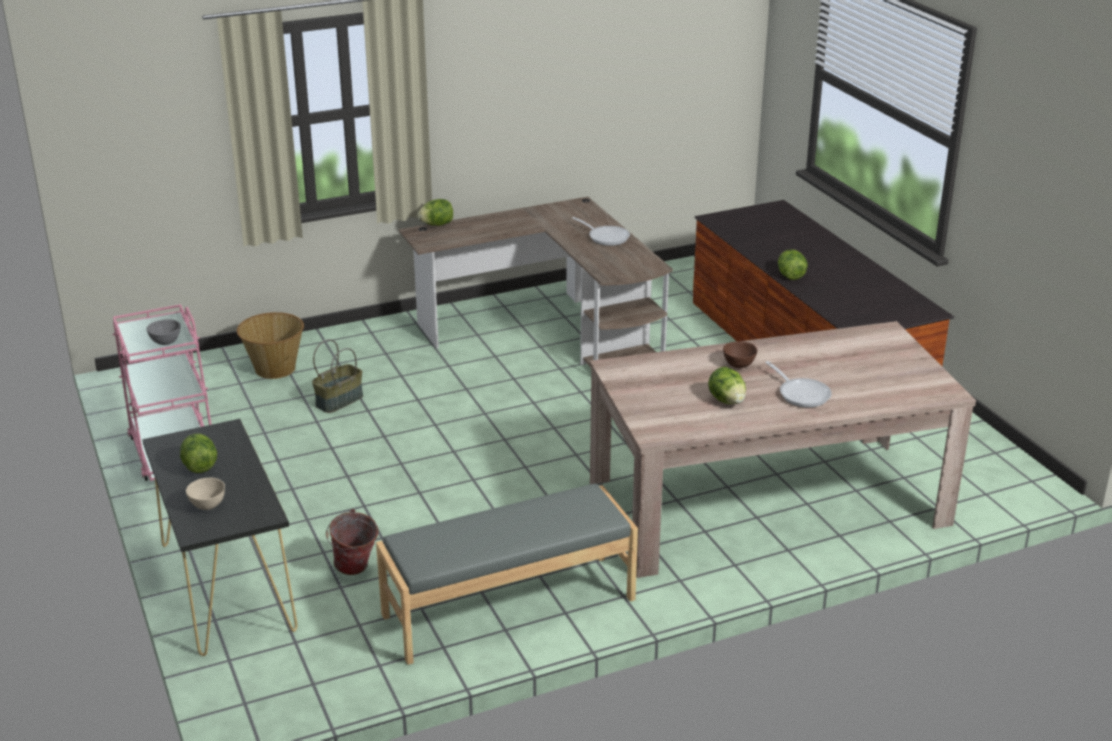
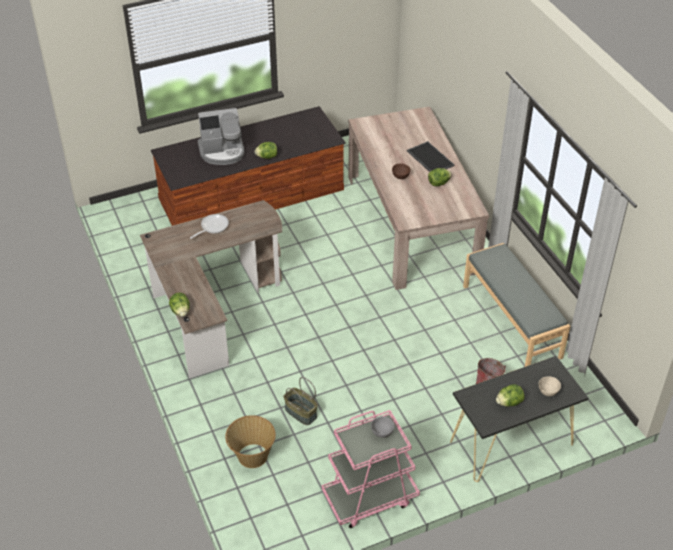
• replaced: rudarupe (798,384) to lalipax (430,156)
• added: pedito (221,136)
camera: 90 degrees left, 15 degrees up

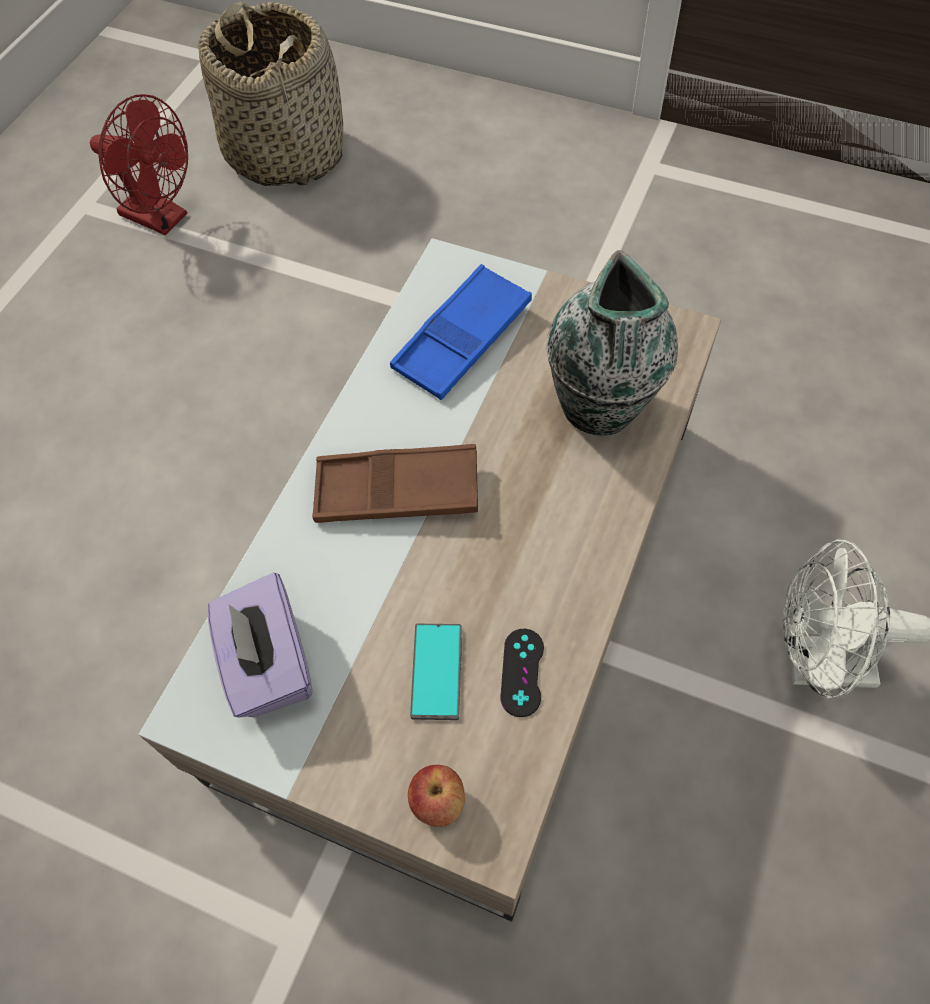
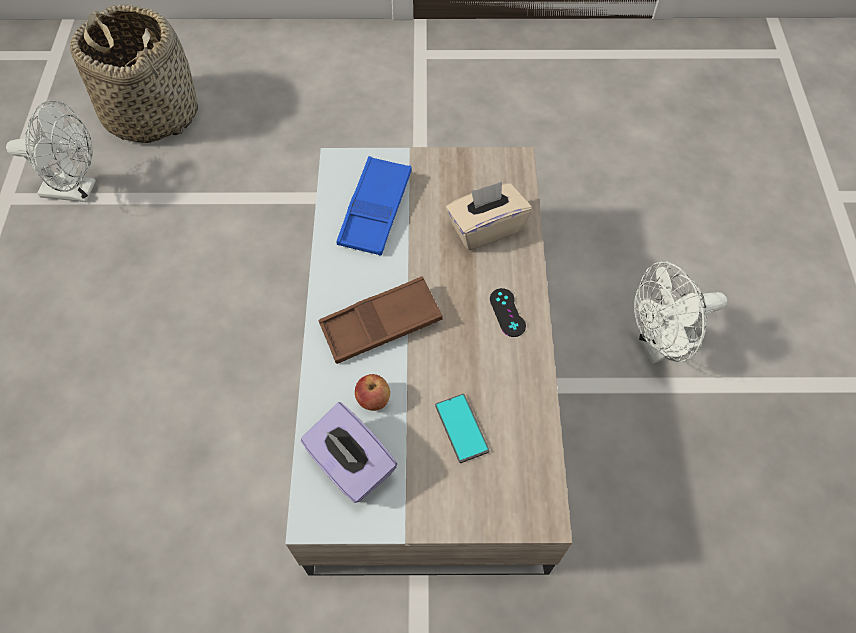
• recoloured: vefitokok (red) (139,165) to vefitokok (white) (51,151)
• replaced: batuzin (612,343) to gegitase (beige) (489,216)
• moved: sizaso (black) (522,673) to (508,312)
• moved: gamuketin (436,796) to (372,392)
camera: 25 degrees left, 0 degrees up

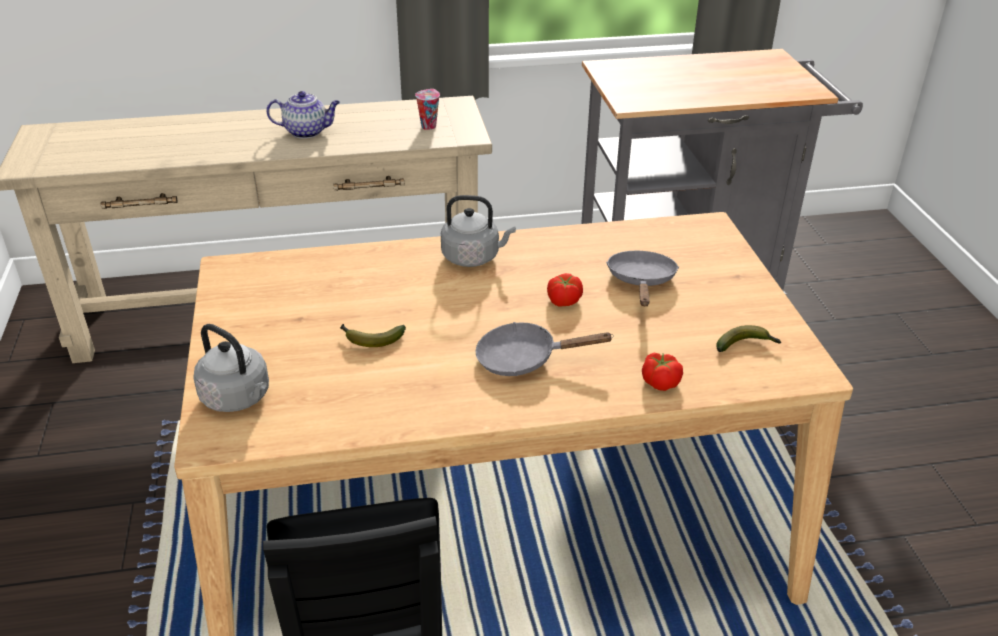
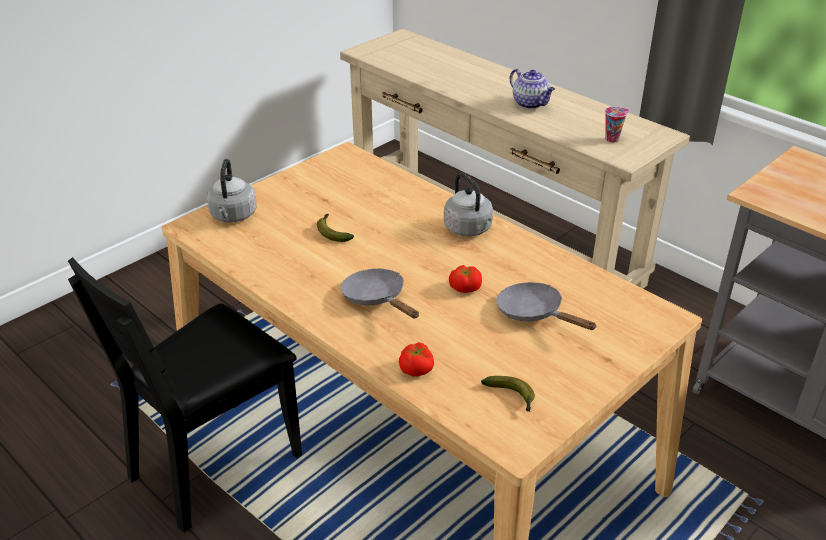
• turned: rudarupe (grey) (642,278) = (546,306) 105 degrees counterclockwise
camera: 55 degrees right, 0 degrees up

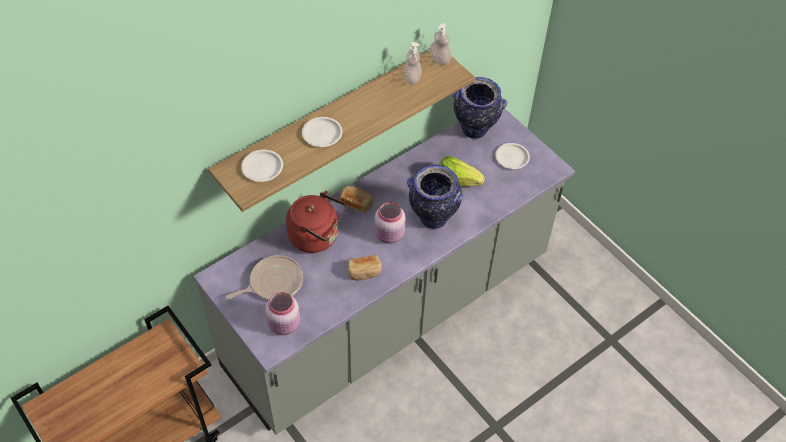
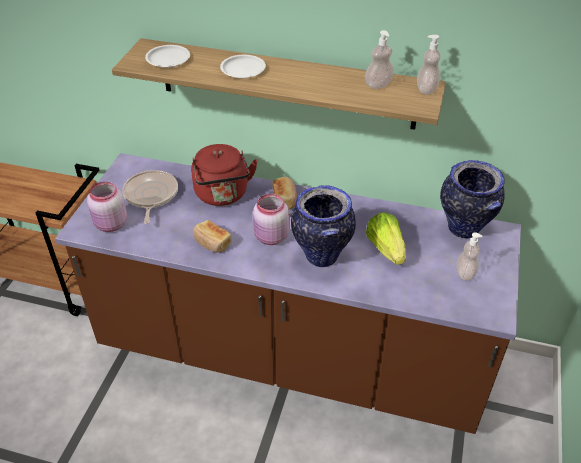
• recoloured: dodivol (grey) (384,272) to dodivol (brown) (288,293)
• replaced: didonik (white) (512,156) to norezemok (469,256)
• turned: rudarupe (264,277) = (150,197) 120 degrees counterclockwise
camera: 55 degrees right, 10 degrees down

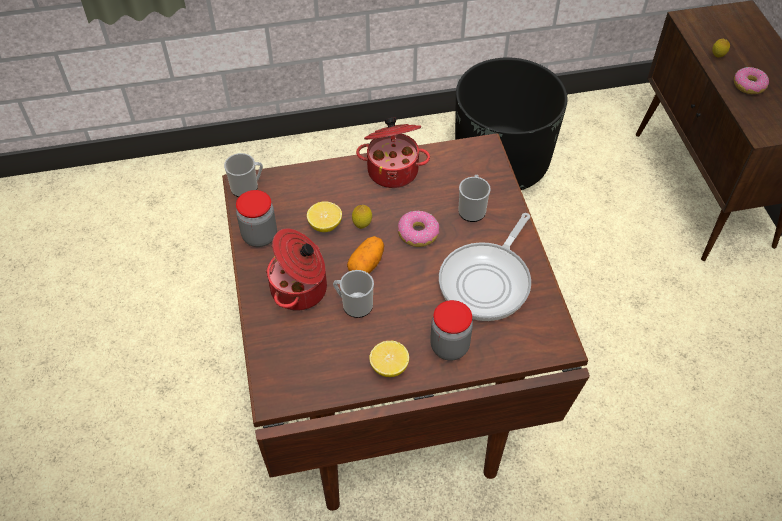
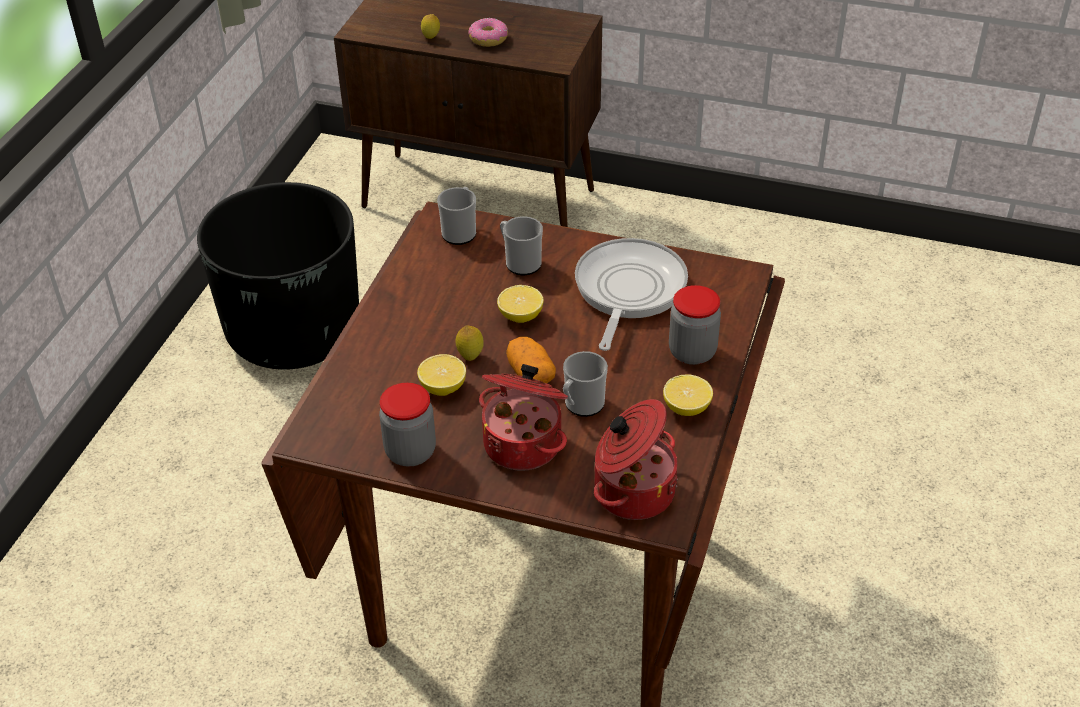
• moved: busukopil (393,152) to (636,459)
• moved: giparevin (243,175) to (456,216)
• replaced: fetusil (418,229) to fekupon (520,304)
• turned: rudarupe (485,267) = (631,294) 135 degrees counterclockwise
camera: 60 degrees left, 10 degrees down

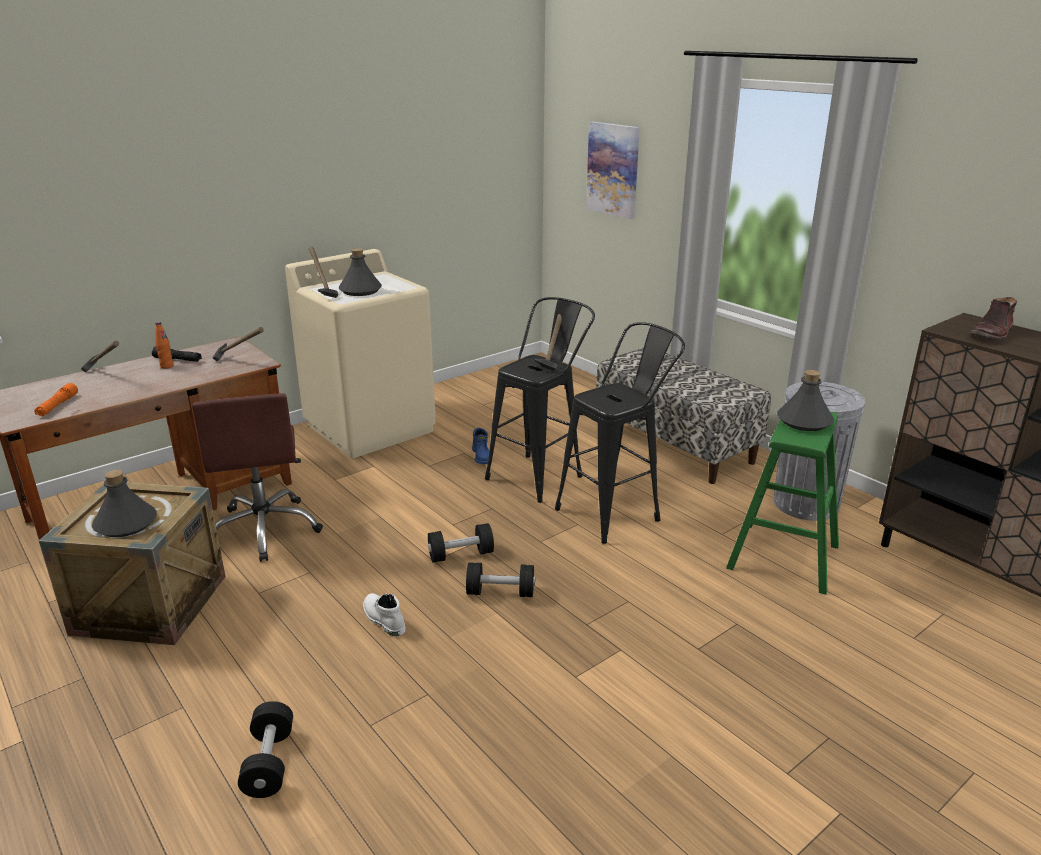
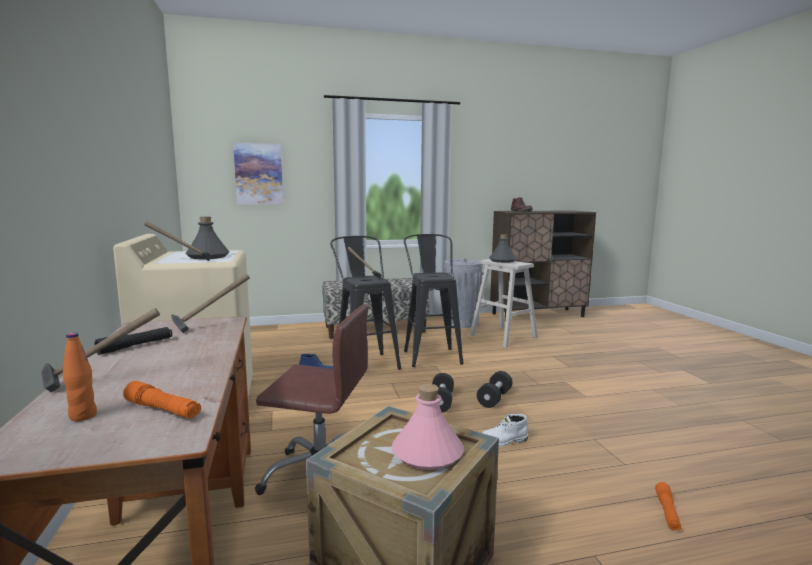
• moved: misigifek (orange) (164,345) to (80,377)
• recoloured: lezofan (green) (782,503) to lezofan (beige) (503,303)
• recoloured: misigifek (grey) (124,503) to misigifek (pink) (427,427)
• replaced: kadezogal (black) (265,749) to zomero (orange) (668,506)
camera: 65 degrees left, 15 degrees down

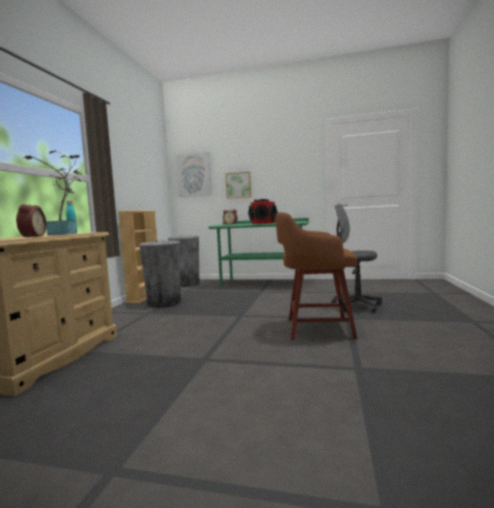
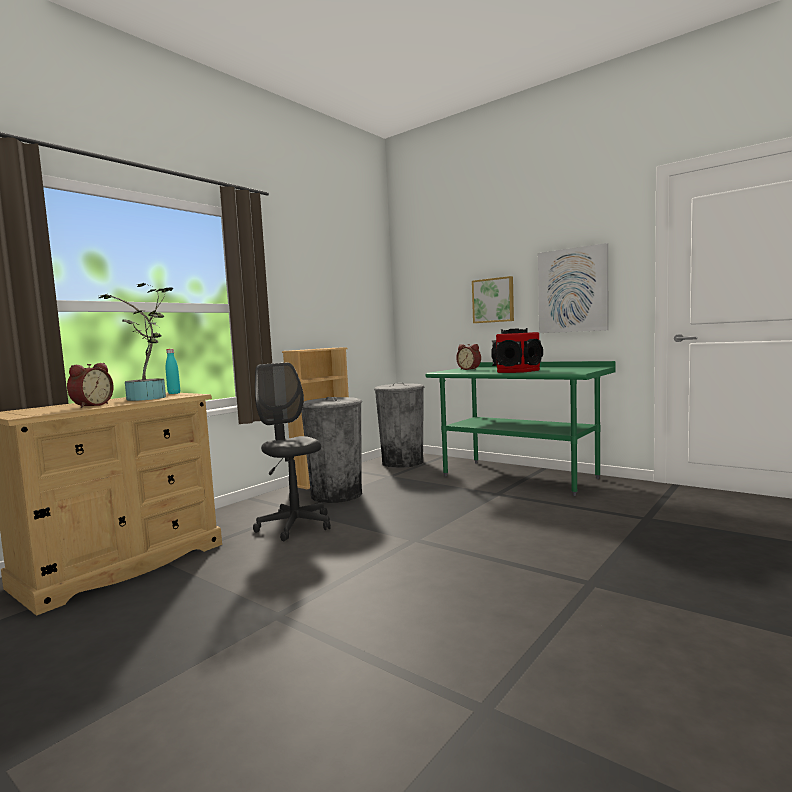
• moved: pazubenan (194,174) to (573,288)
• moved: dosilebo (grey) (356,259) to (292,452)
• removed: lezofan (brown) (316,276)
camera: 25 degrees right, 0 degrees up

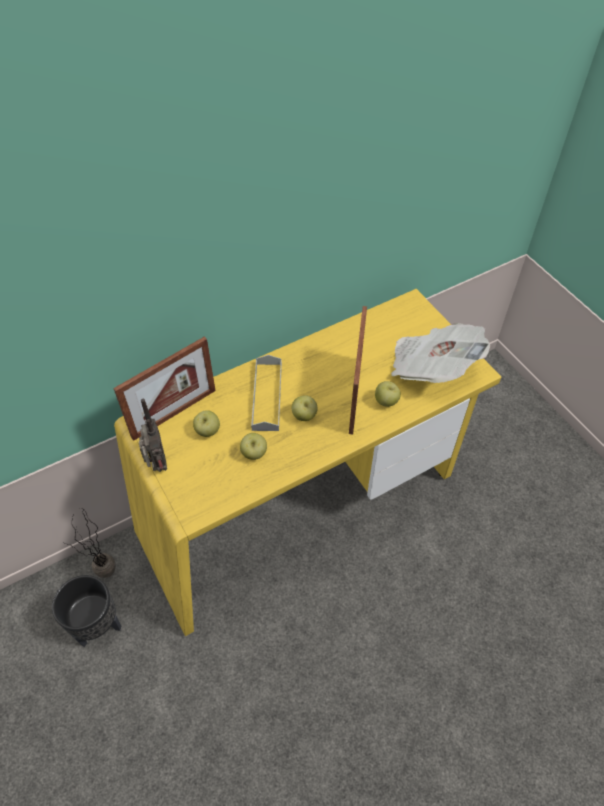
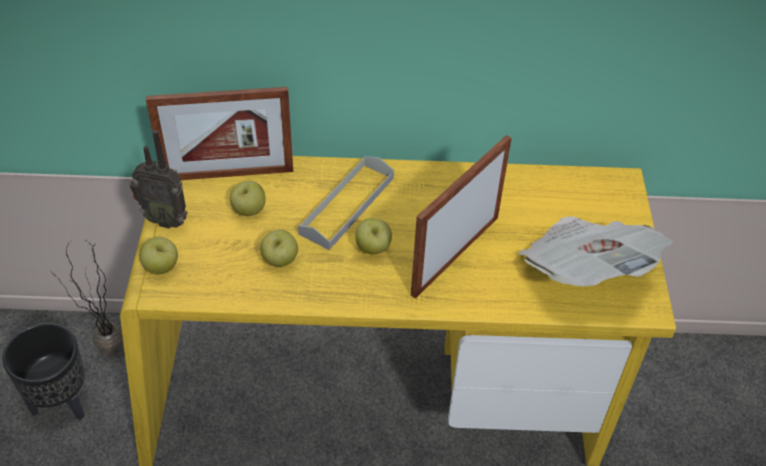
• moved: gamuketin (388,394) to (158,255)
• turned: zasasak (153,435) = (159,179) 90 degrees clockwise
camera: 30 degrees right, 5 degrees down

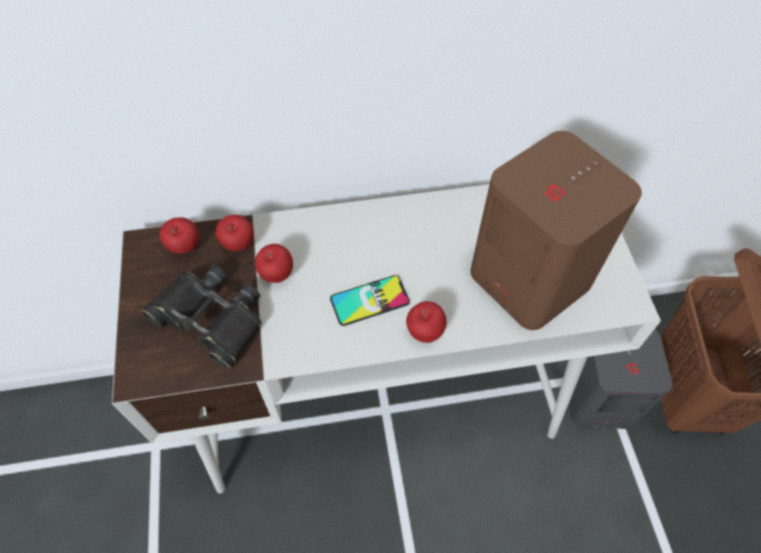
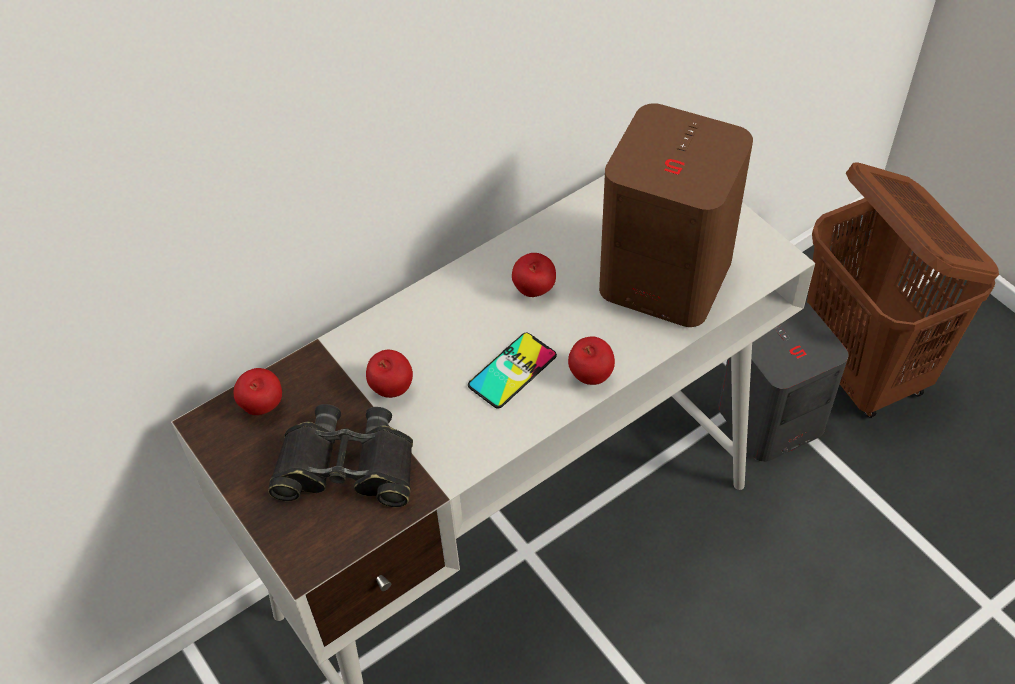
• moved: gamuketin (234,233) to (534,275)
camera: 25 degrees left, 5 degrees down

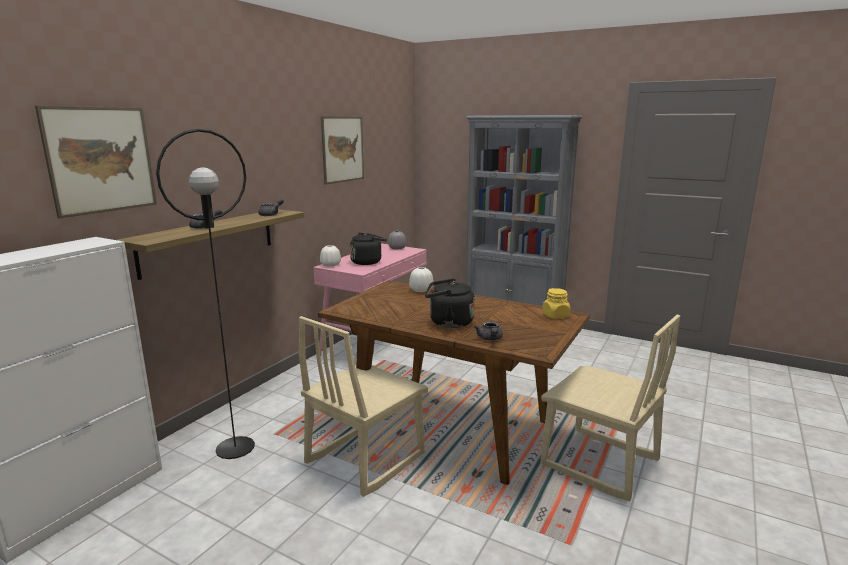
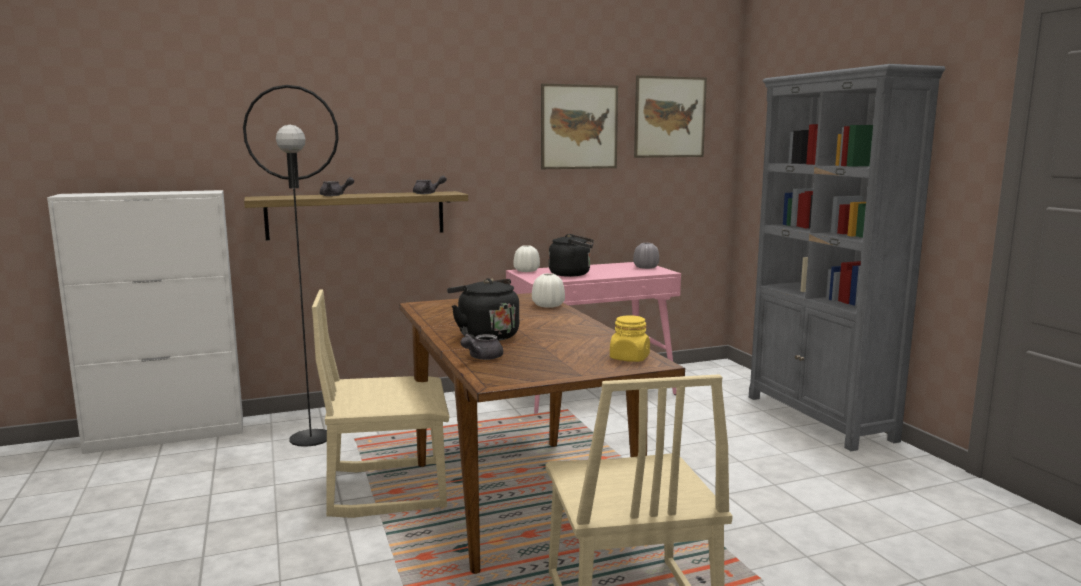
• moved: pazubenan (96,162) to (670,116)
camera: 40 degrees right, 5 degrees down

